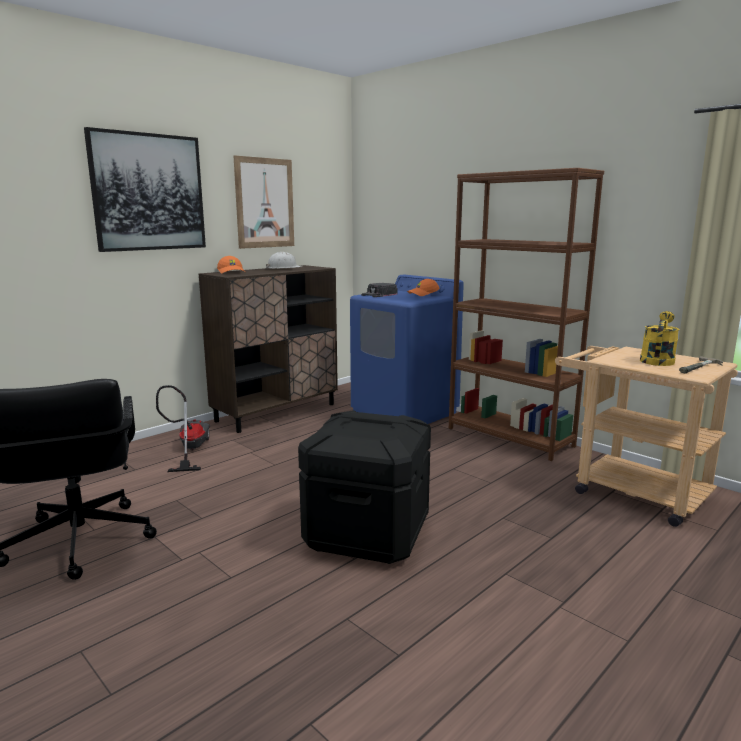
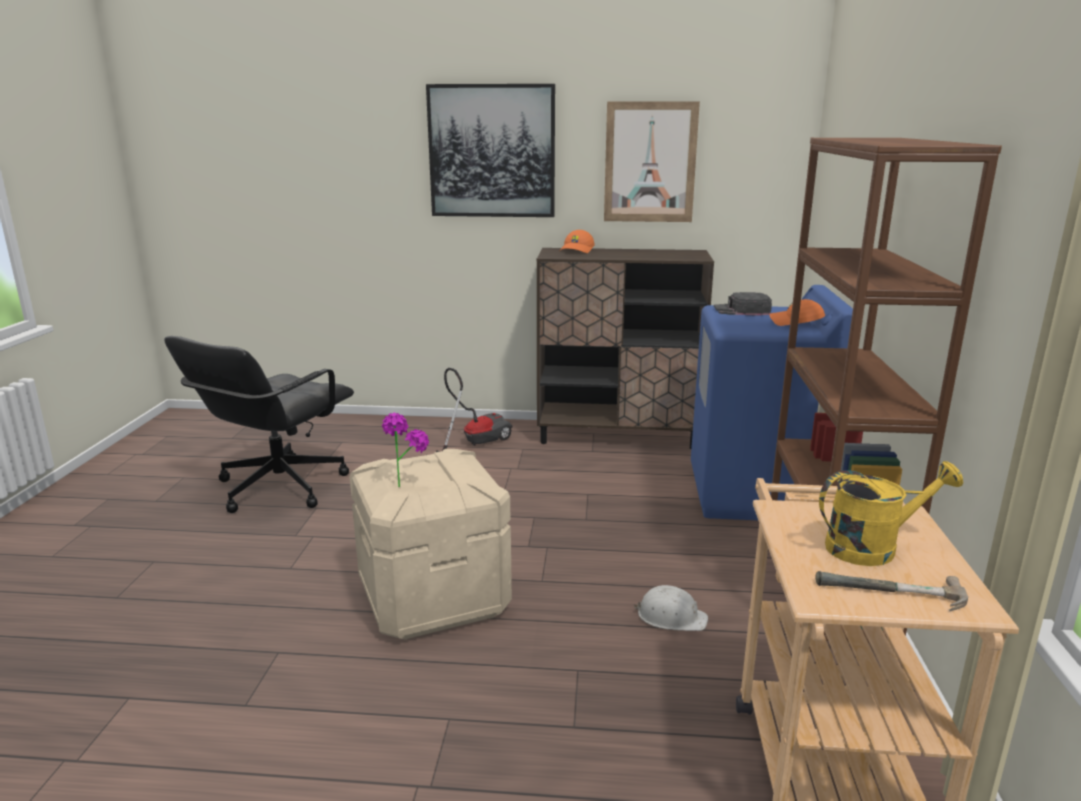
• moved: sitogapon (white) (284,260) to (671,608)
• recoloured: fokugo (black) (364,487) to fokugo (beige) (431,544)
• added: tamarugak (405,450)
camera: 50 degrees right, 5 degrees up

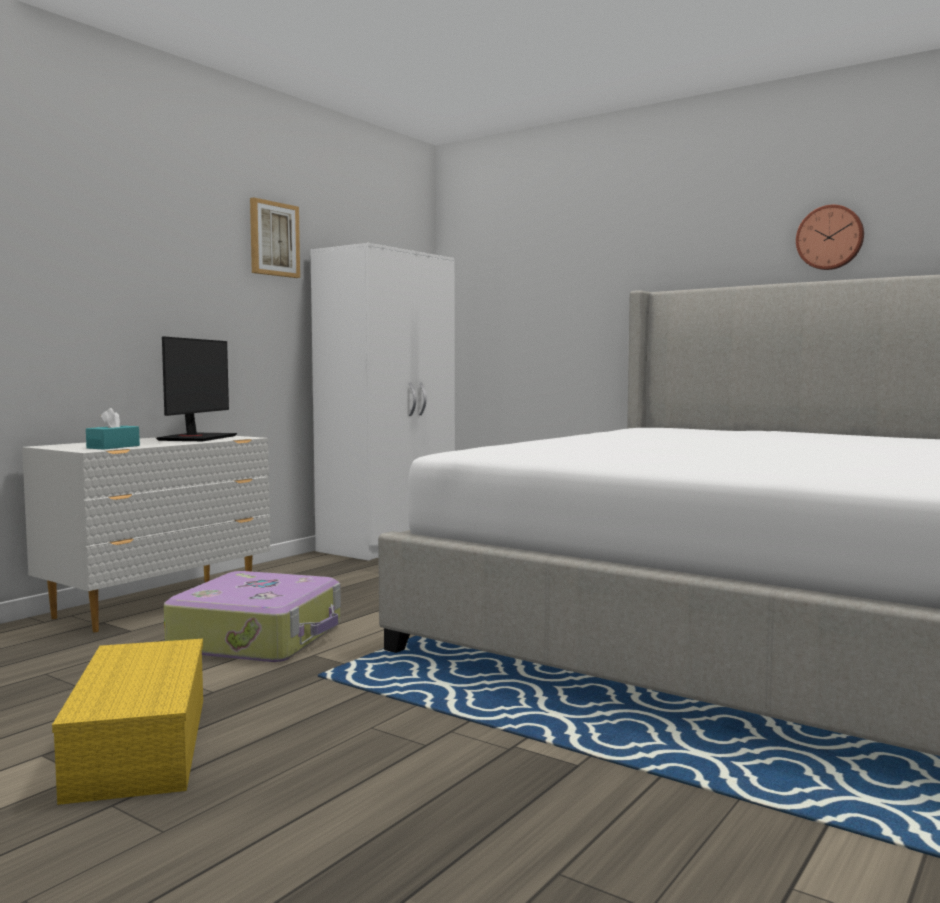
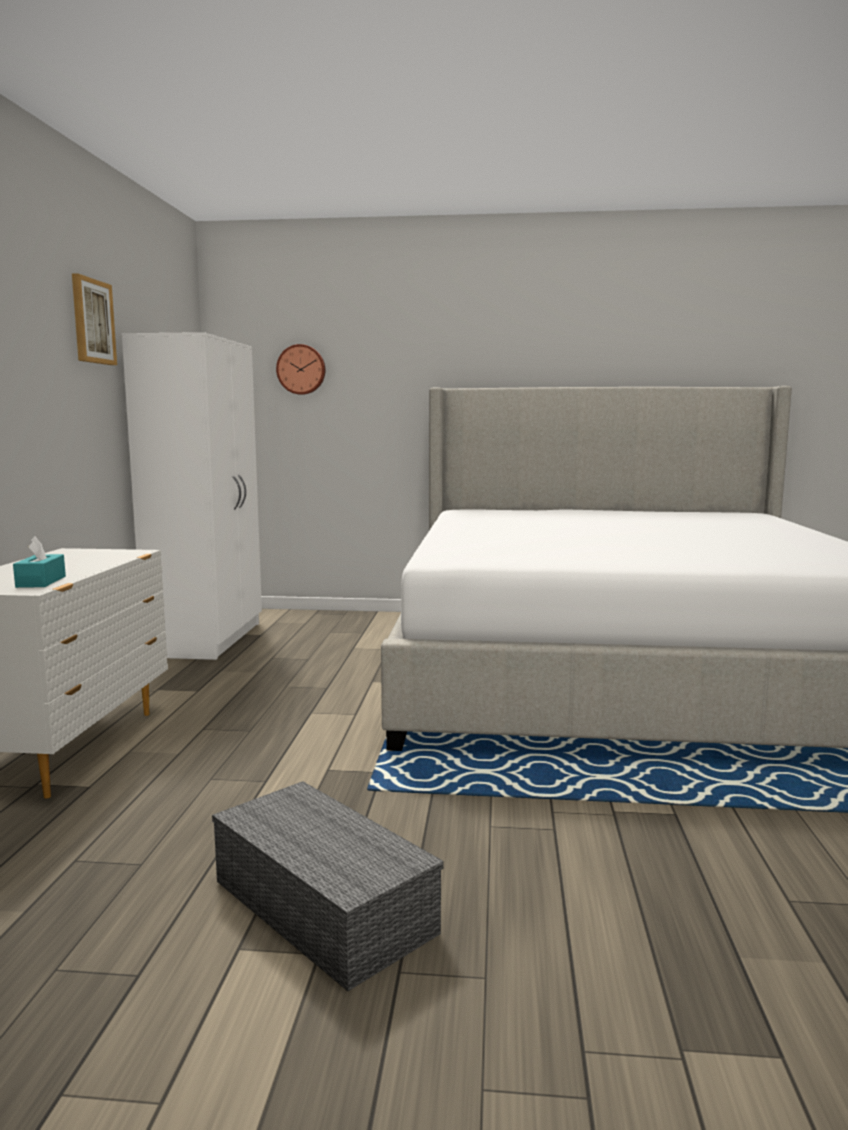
• moved: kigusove (830,237) to (300,369)
• removed: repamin (196,388)
• removed: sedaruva (252,616)
• recoloured: fokugo (yellow) (127,722) to fokugo (grey) (328,886)
camera: 30 degrees left, 5 degrees up

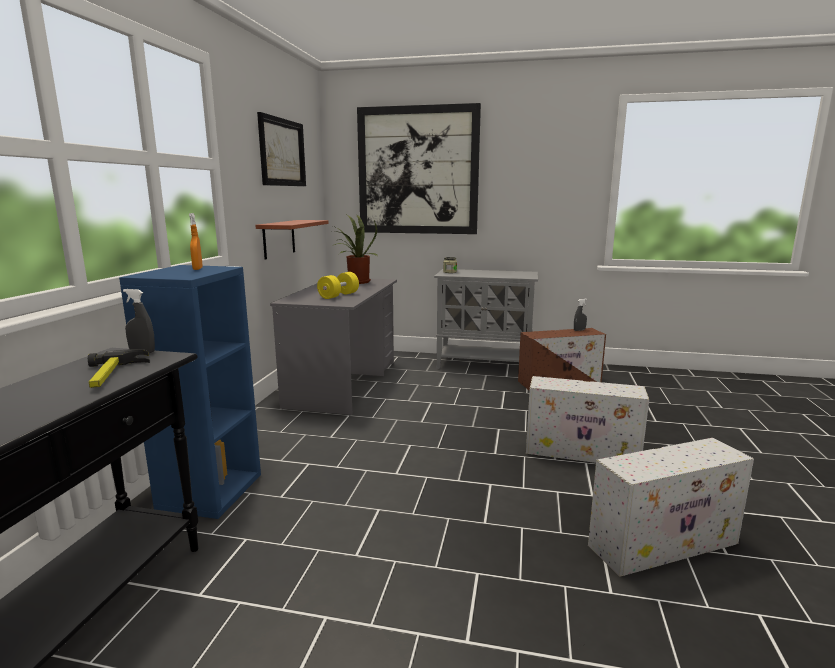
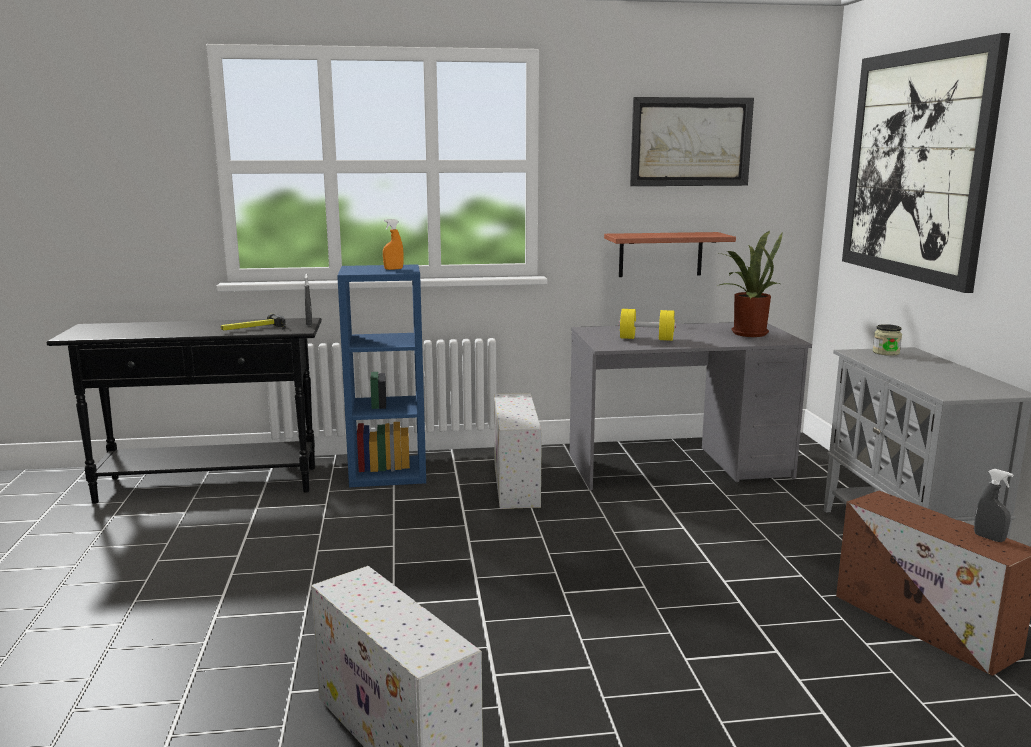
• moved: fokugo (white) (587,419) to (518,451)
camera: 70 degrees right, 0 degrees up

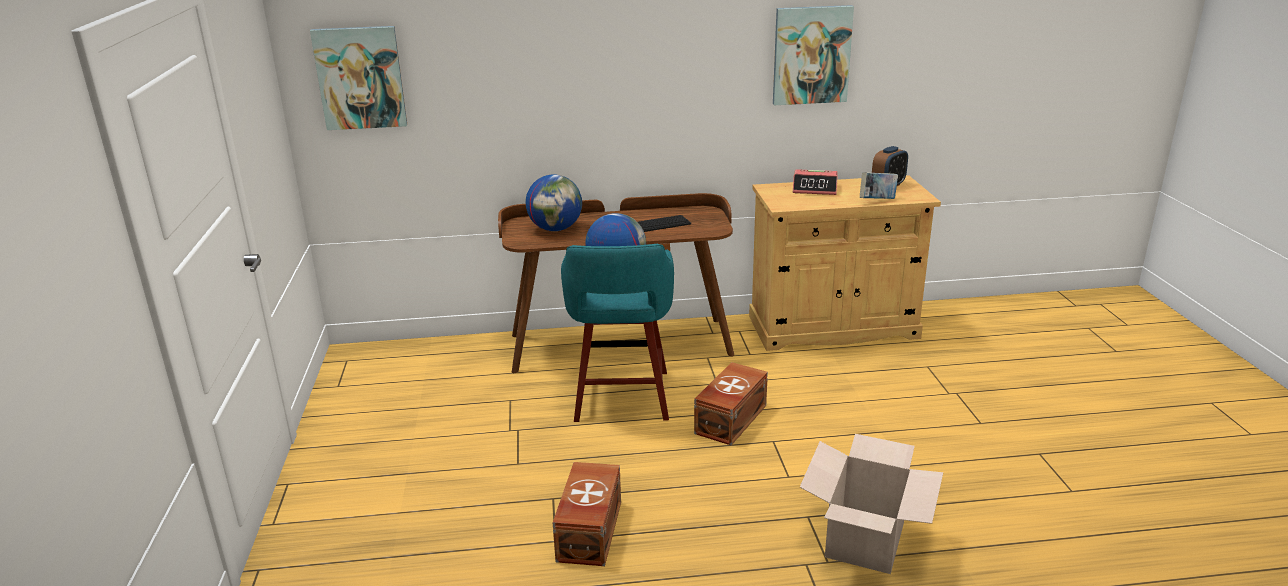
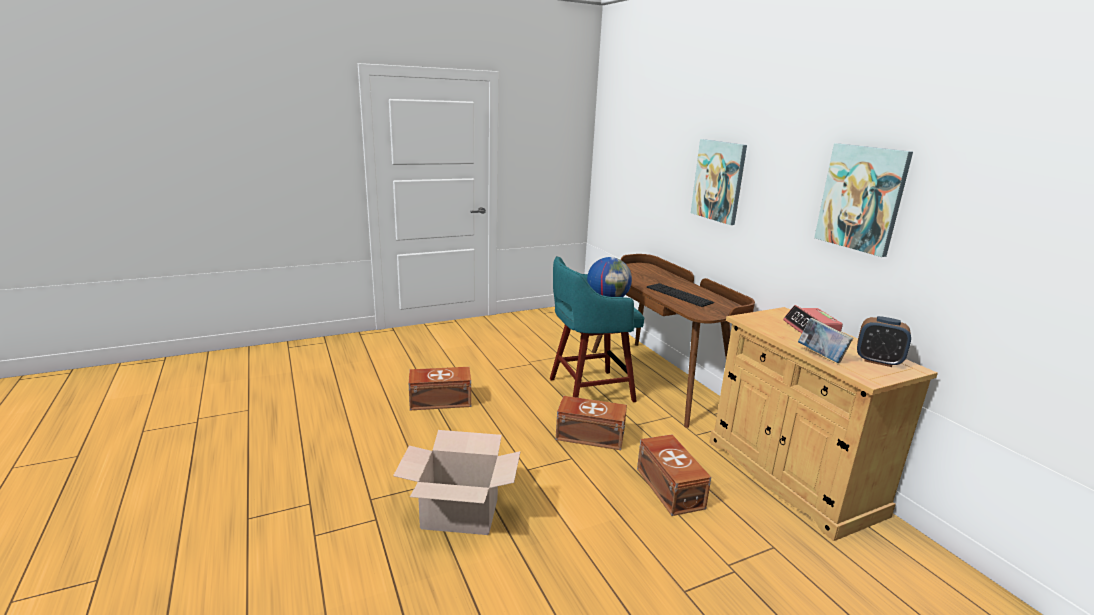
• moved: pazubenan (358,78) to (719,182)
• removed: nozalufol (554,203)
• added: fokugo (brown) (674,475)
camera: 70 degrees right, 5 degrees down

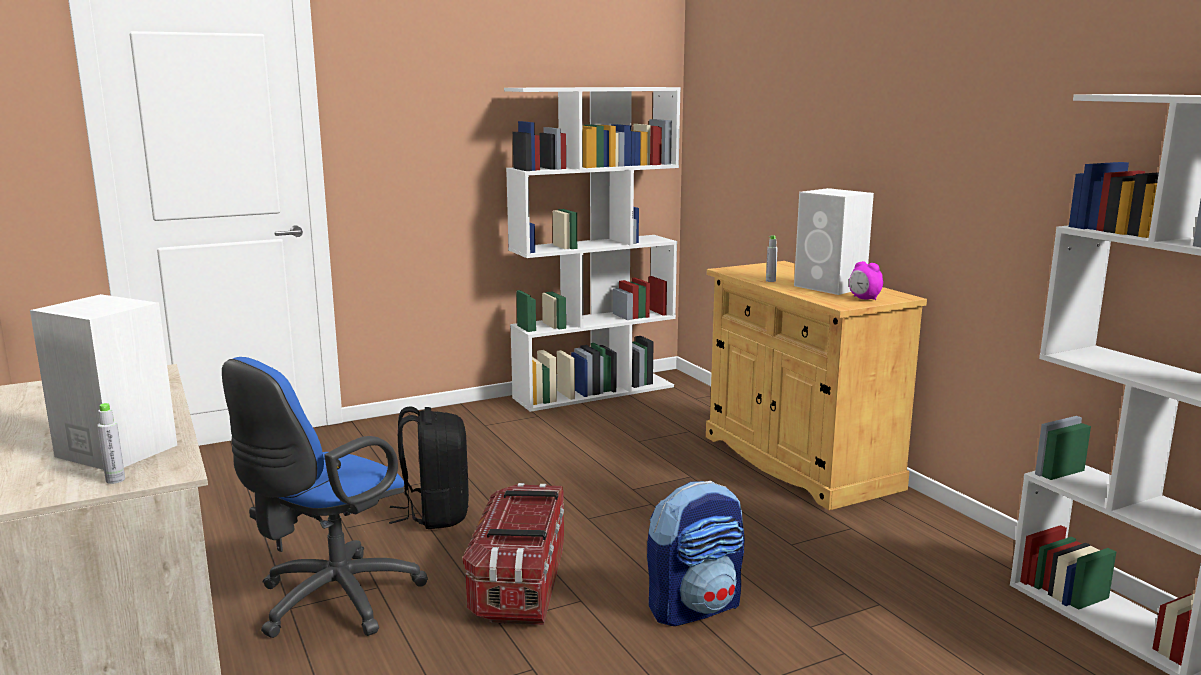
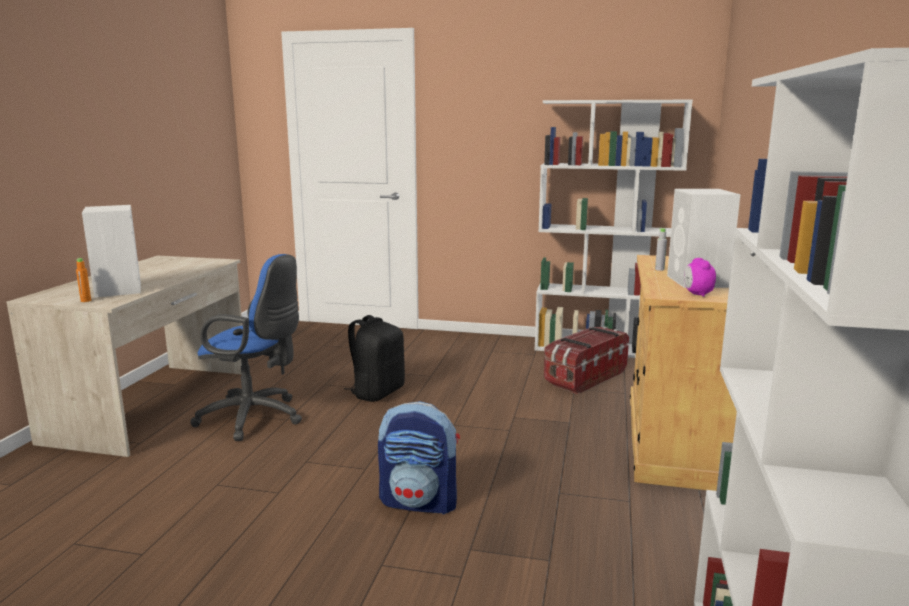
• turned: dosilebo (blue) (325,497) = (246,347) 150 degrees counterclockwise
• recoloured: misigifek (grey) (111,443) to misigifek (orange) (83,280)
• moved: fokugo (513,554) to (586,360)
camera: 40 degrees right, 0 degrees up

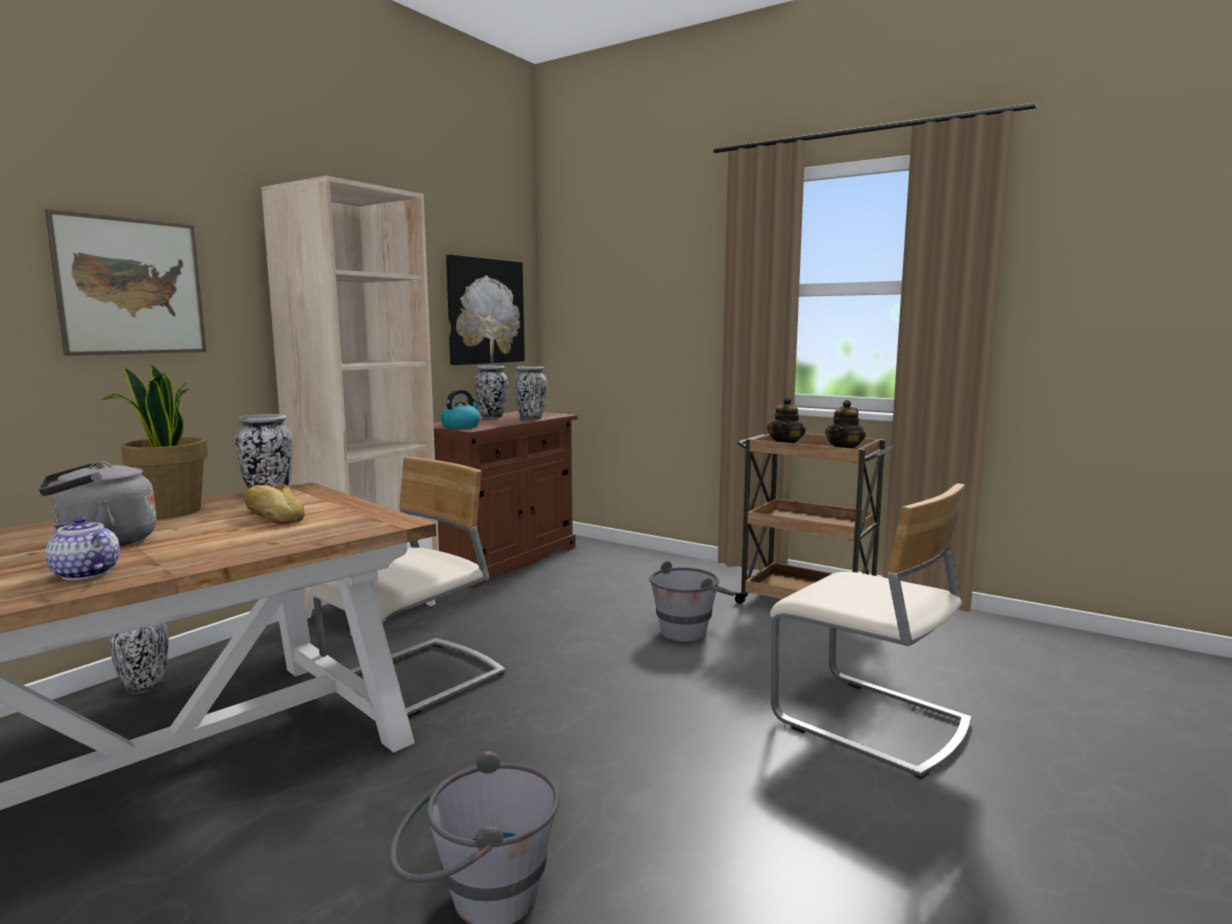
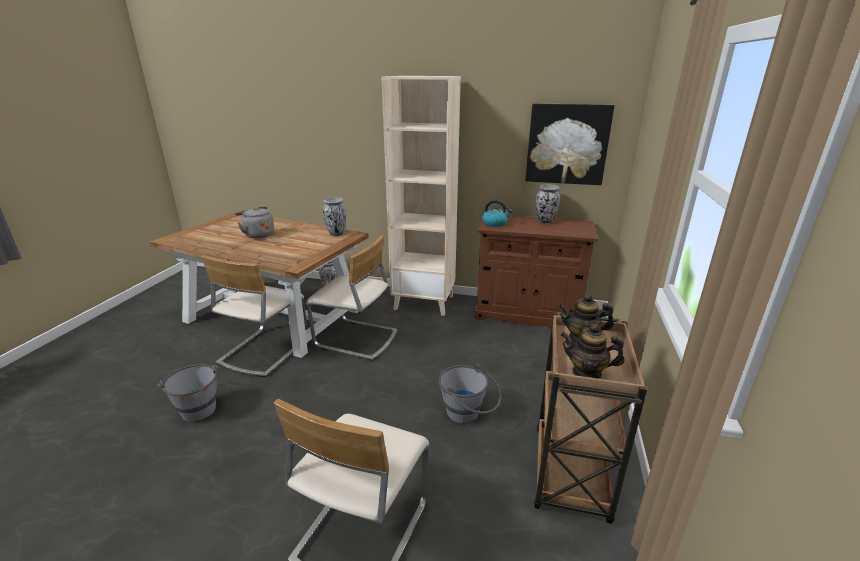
• removed: pazubenan (126,282)
• removed: tamarugak (155,441)
• removed: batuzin (530,393)
• removed: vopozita (274,504)
• removed: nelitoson (82,548)
• added: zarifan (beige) (254,316)
camera: 70 degrees right, 15 degrees up

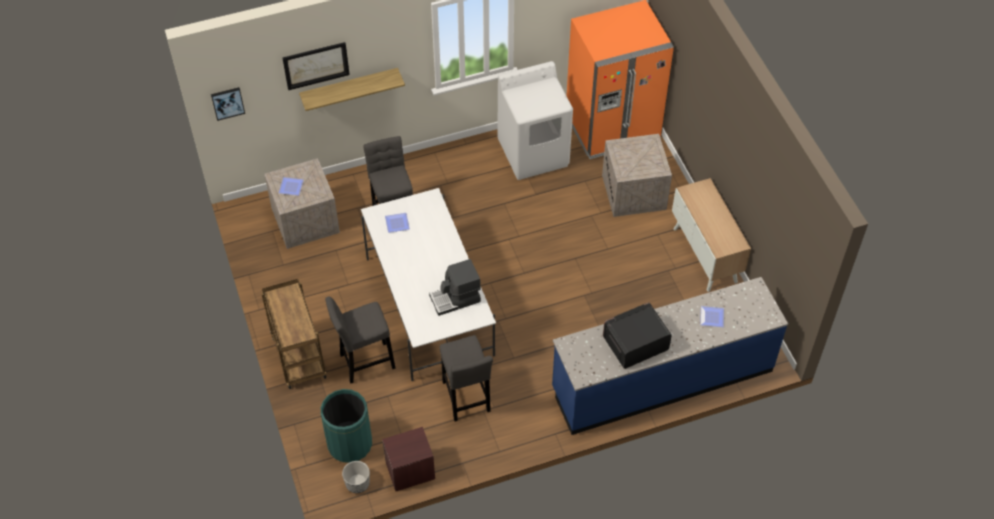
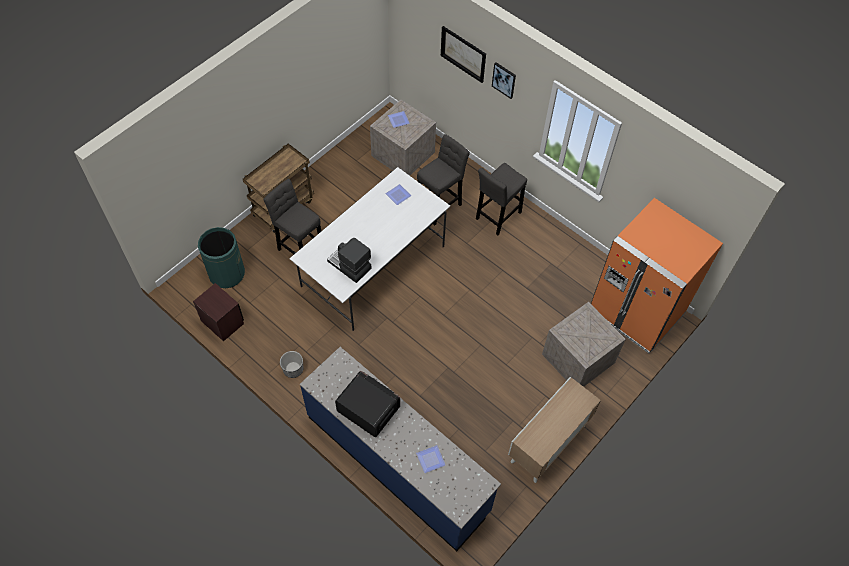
• removed: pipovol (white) (535,120)
• removed: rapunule (352,89)
• moved: pazubenan (228,104) to (504,80)
• moved: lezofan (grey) (466,378) to (501,199)
• moved: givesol (356,477) to (292,364)
camera: 60 degrees right, 5 degrees up

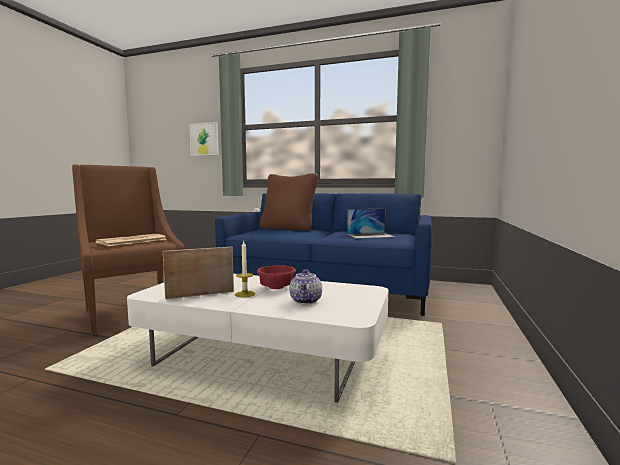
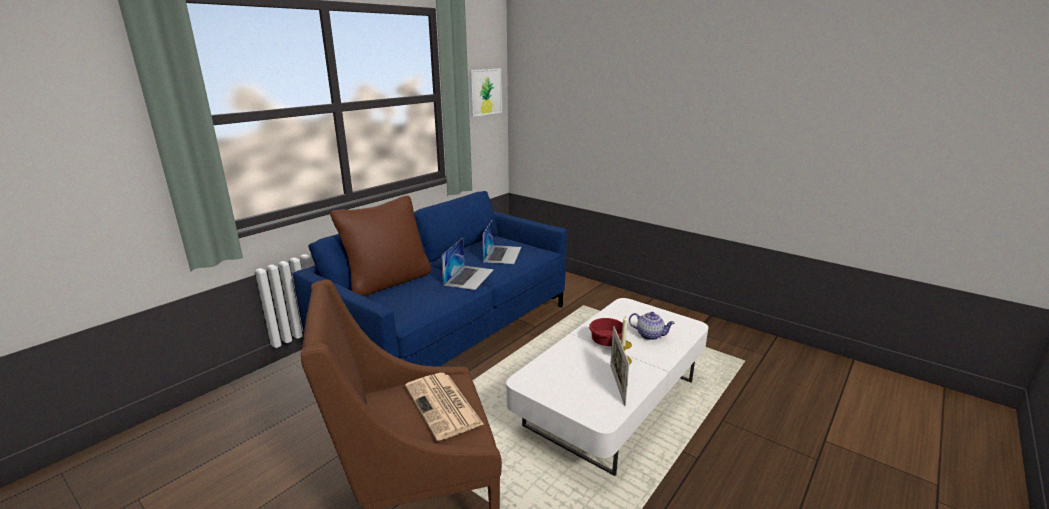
• moved: pazubenan (204,139) to (485,93)
• added: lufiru (467,264)
camera: 70 degrees left, 15 degrees up

